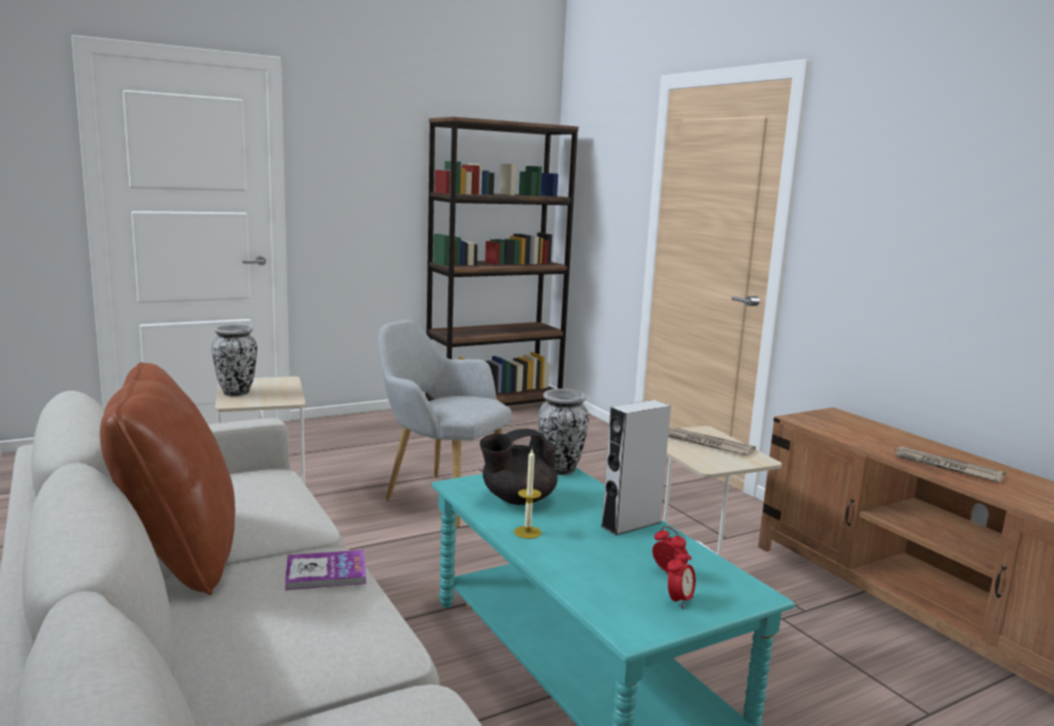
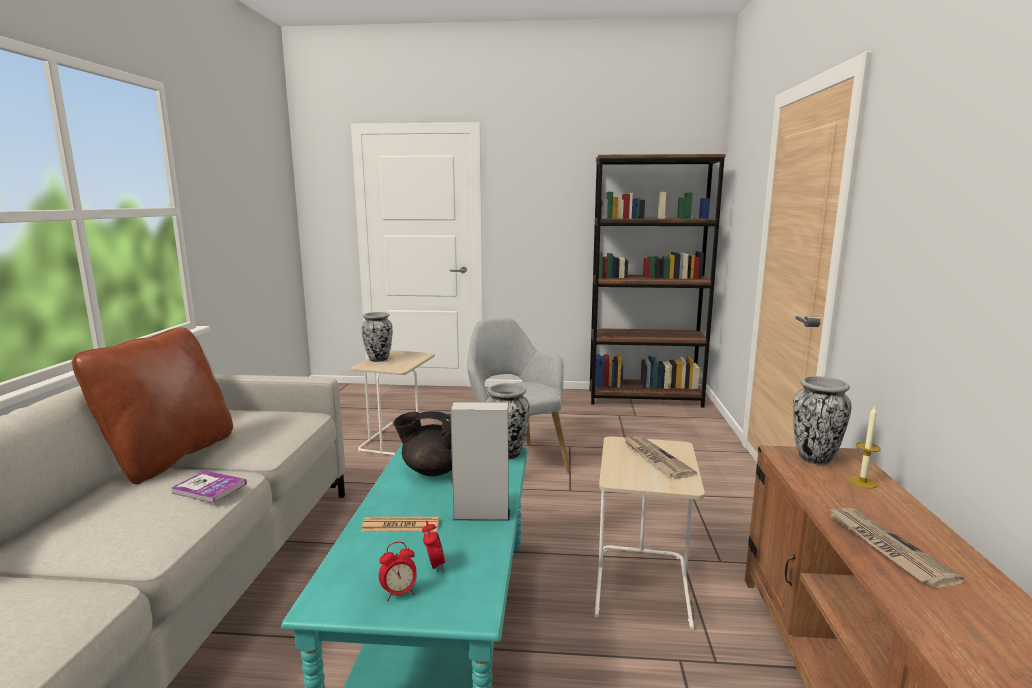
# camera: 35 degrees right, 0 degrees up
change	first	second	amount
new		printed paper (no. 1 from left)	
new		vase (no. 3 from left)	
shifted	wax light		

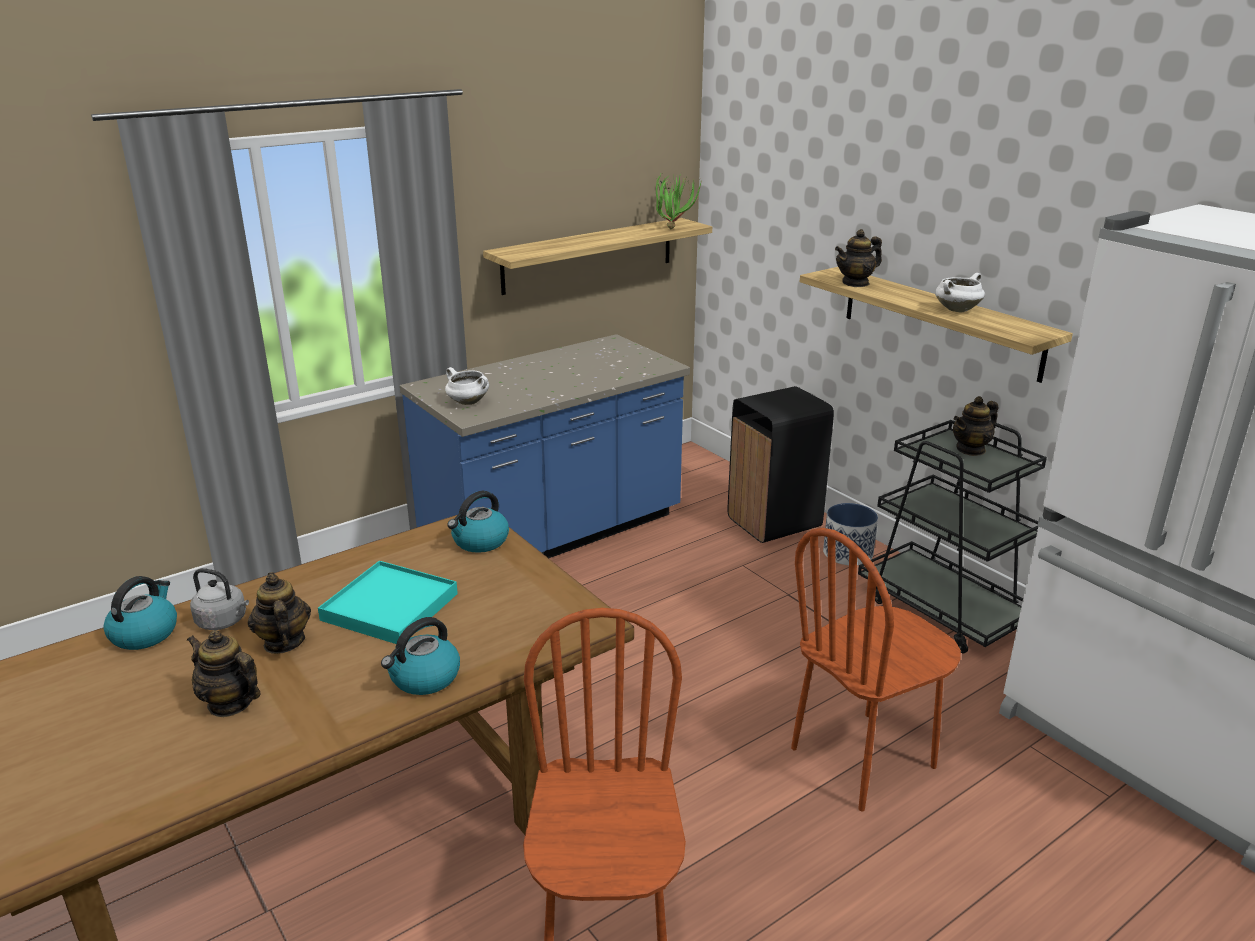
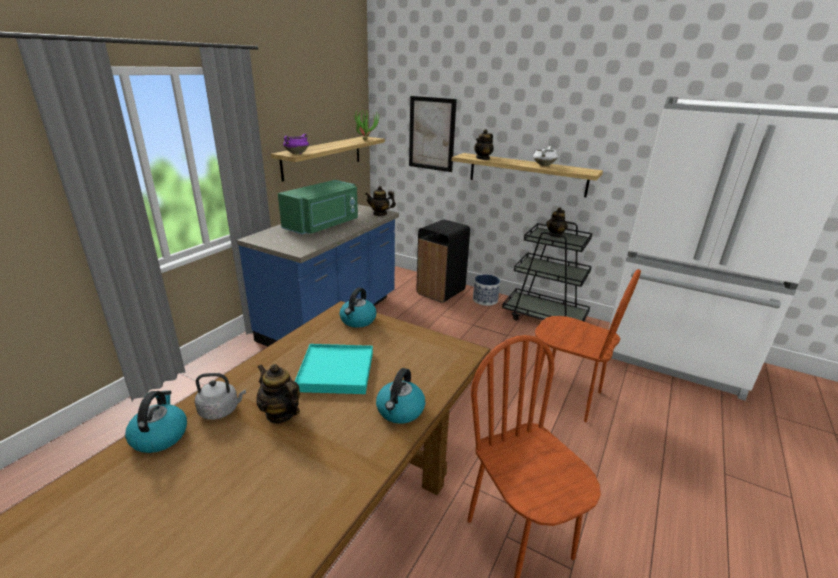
# camera: 25 degrees left, 0 degrees up
change	first	second	amount
new		microwave (greenish)	
new		stockpot (purple-coloured)	
shifted	tea pot (no. 1 from left in the first image)	tea pot (no. 2 from left)	
new		picture	
rotated	plain chair (brownish) (no. 2 from left)		90 degrees counterclockwise
gone	stockpot (white) (no. 1 from left)		

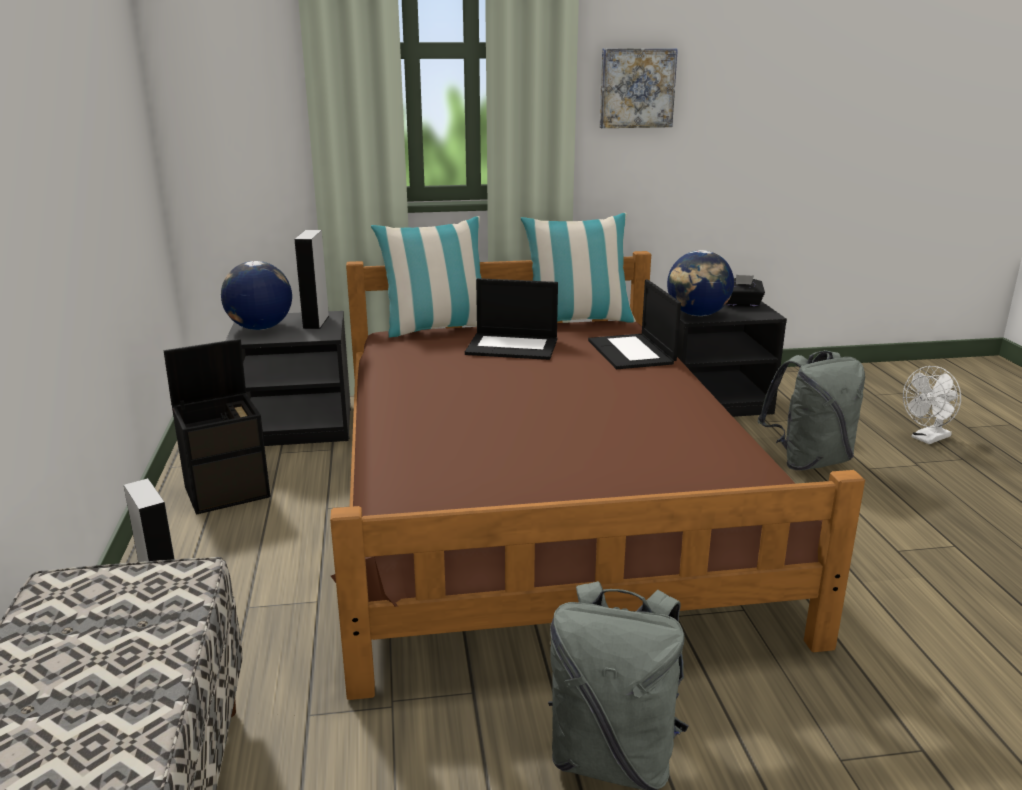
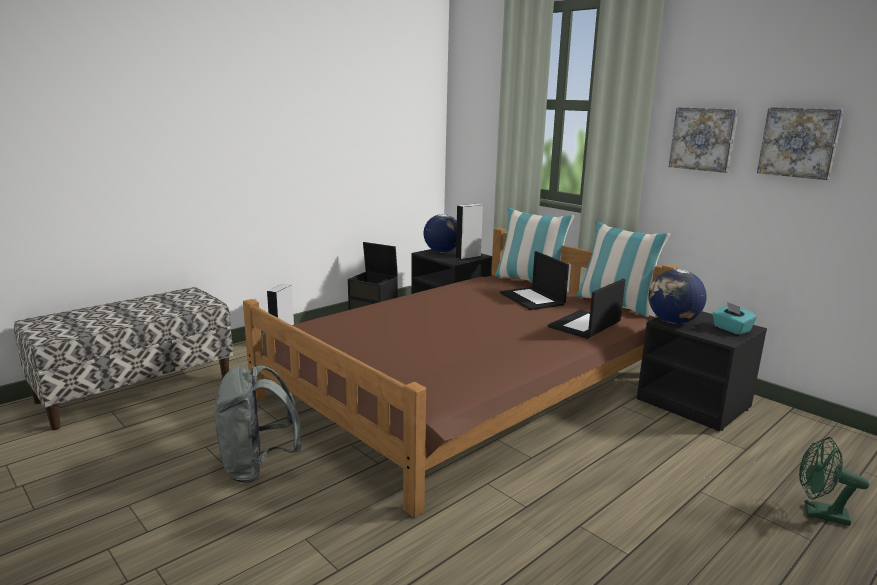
# camera: 55 degrees right, 5 degrees down
change	first	second	amount
repainted	tissue box (blackish)	tissue box (turquoise-coloured)	
new		picture (no. 2 from left)	
repainted	fan (white)	fan (greenish)	
gone	rucksack (gray) (no. 2 from left)		

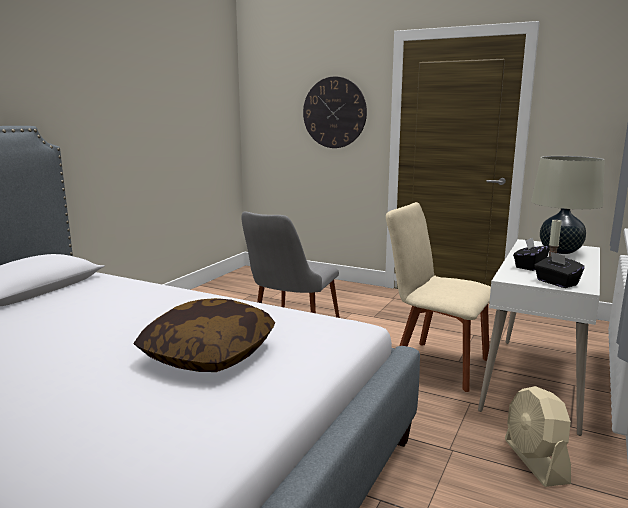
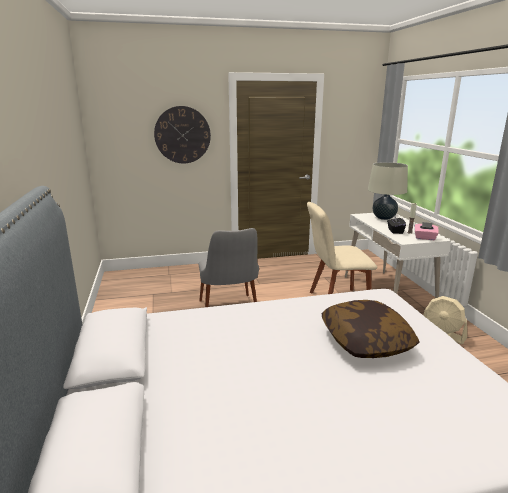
# camera: 40 degrees left, 5 degrees up
change	first	second	amount
repainted	tissue box (blackish) (no. 2 from left)	tissue box (pinkish)	

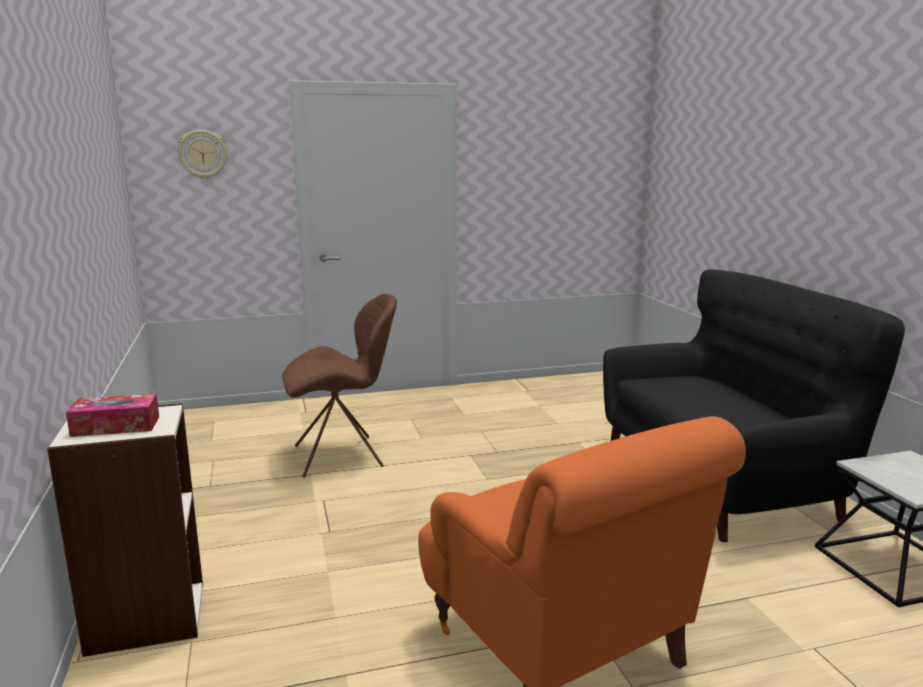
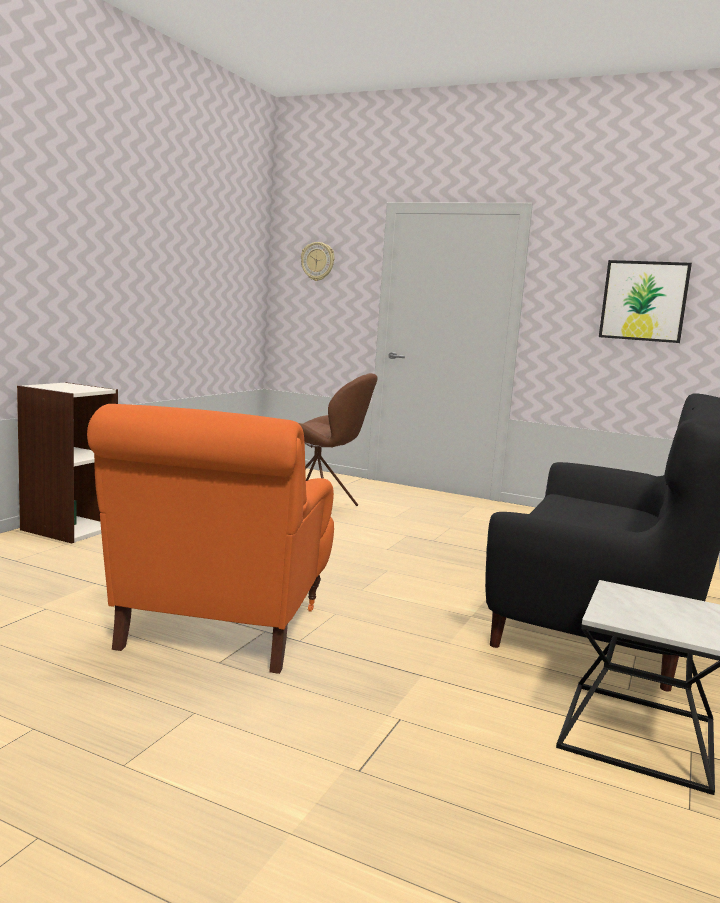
# camera: 40 degrees right, 5 degrees down
change	first	second	amount
new		picture	
gone	tissue box		

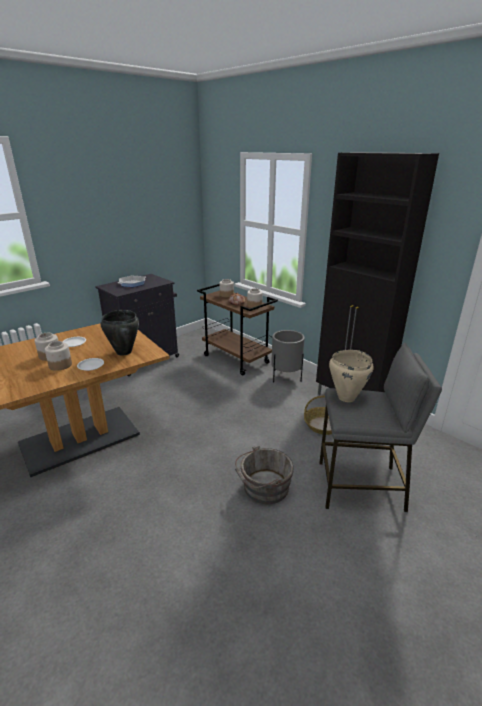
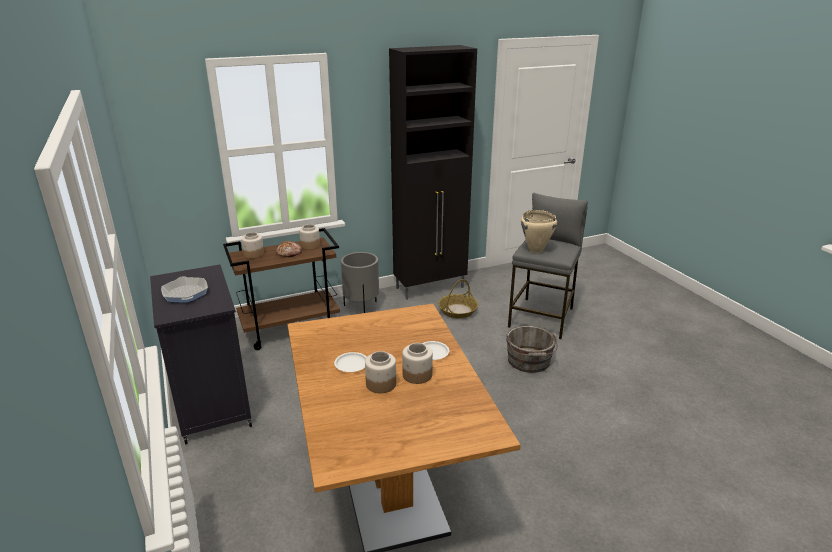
# camera: 70 degrees left, 0 degrees up
change	first	second	amount
gone	stockpot (blackish)		

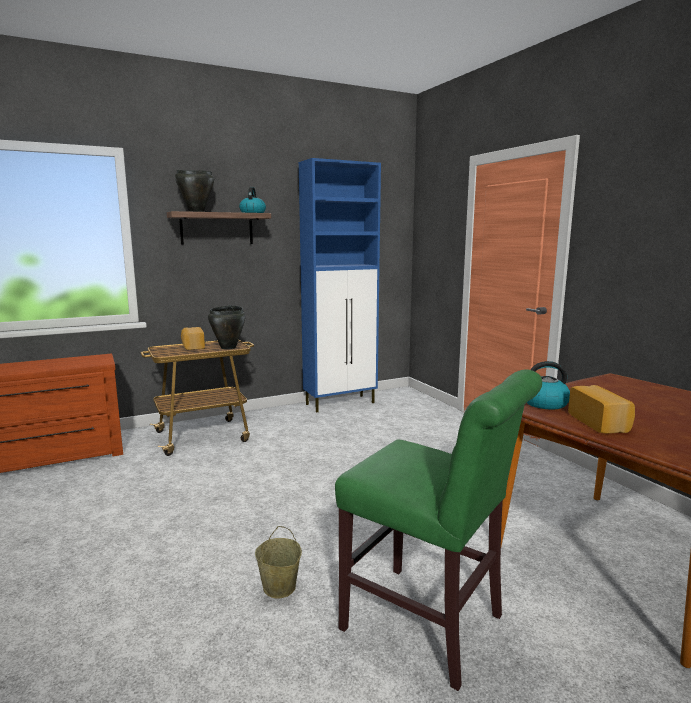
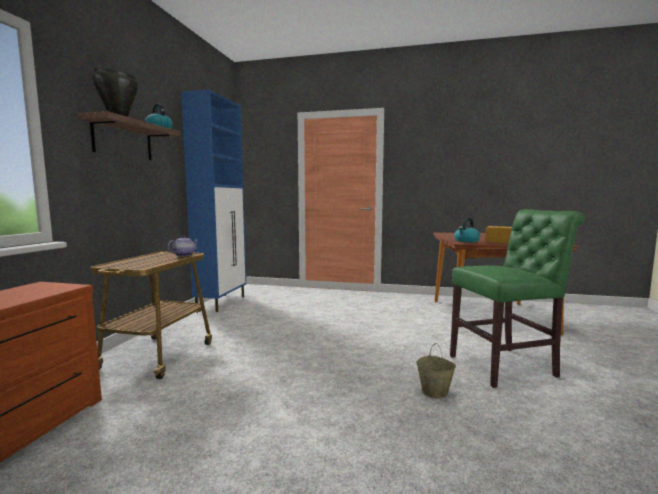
# camera: 50 degrees left, 5 degrees down
change	first	second	amount
swapped	stockpot (blackish) (no. 2 from left)	tea pot	
gone	bread (no. 1 from left)		

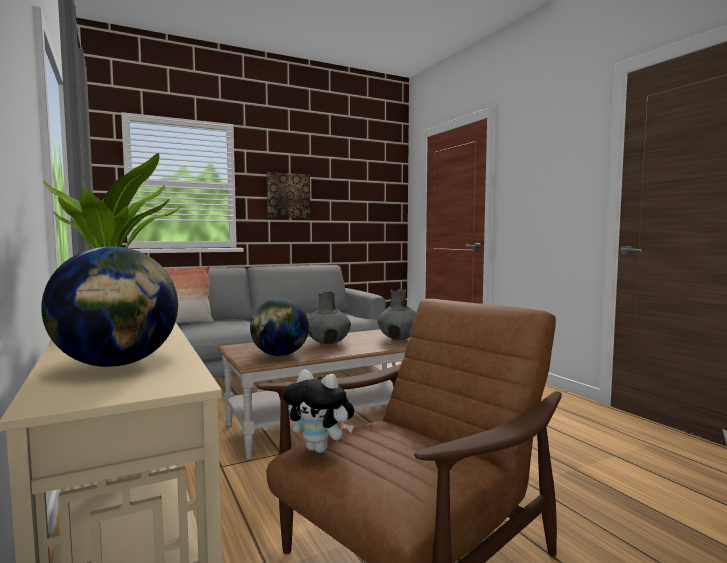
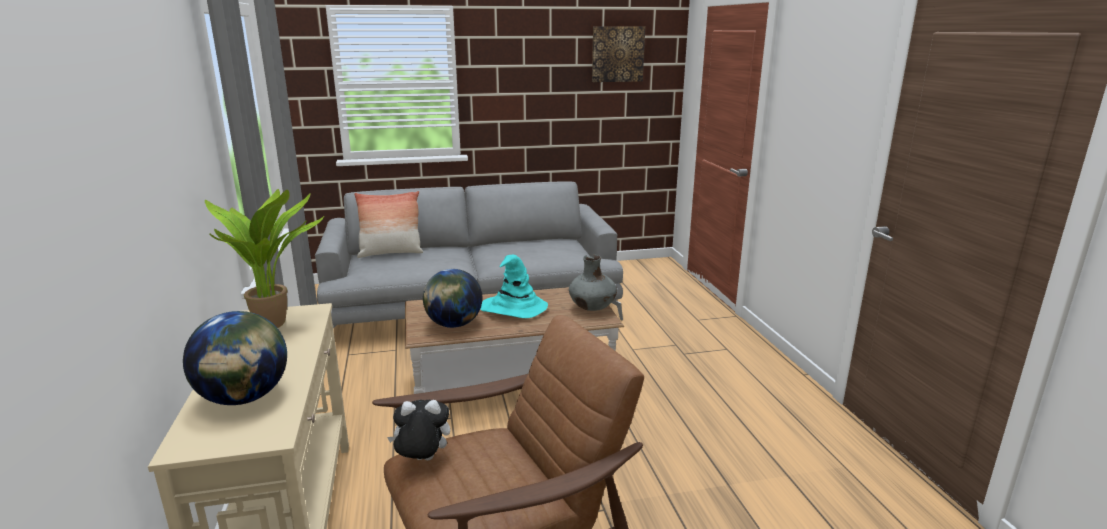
# camera: 15 degrees right, 15 degrees up
change	first	second	amount
rotated	plush toy		135 degrees clockwise
swapped	vase (gray) (no. 1 from left)	wearable hat (turquoise-coloured)	
shifted	picture		

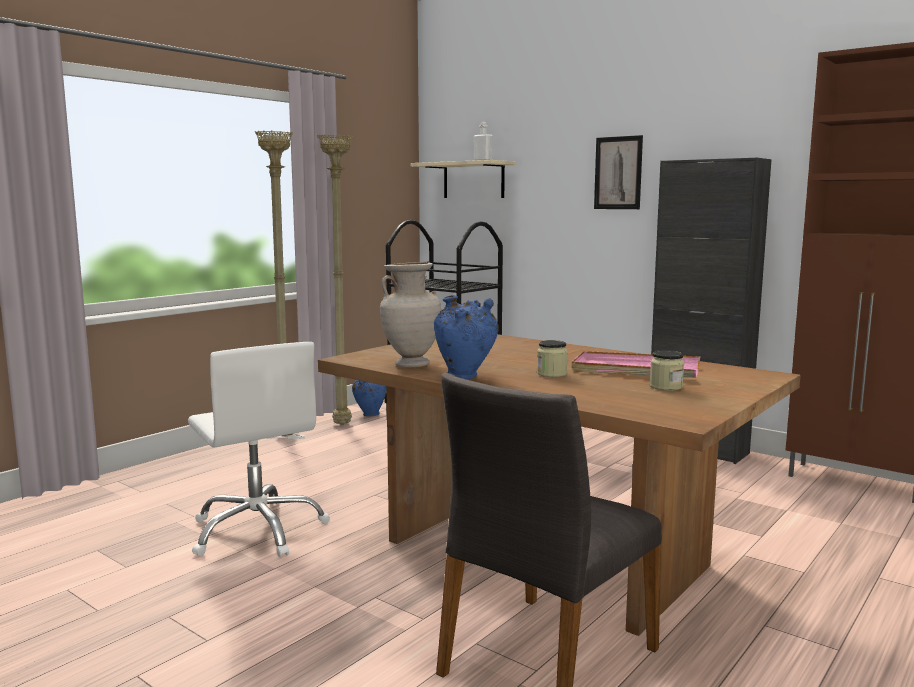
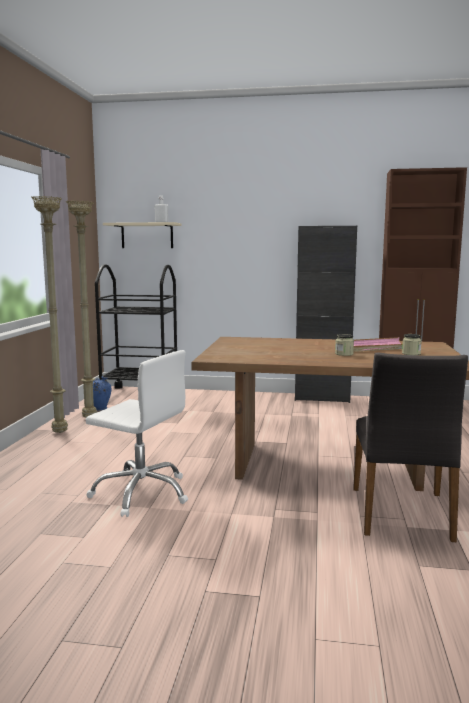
# camera: 30 degrees left, 0 degrees up
change	first	second	amount
gone	vase (beige)		
gone	vase (bluish) (no. 2 from left)		
gone	picture		

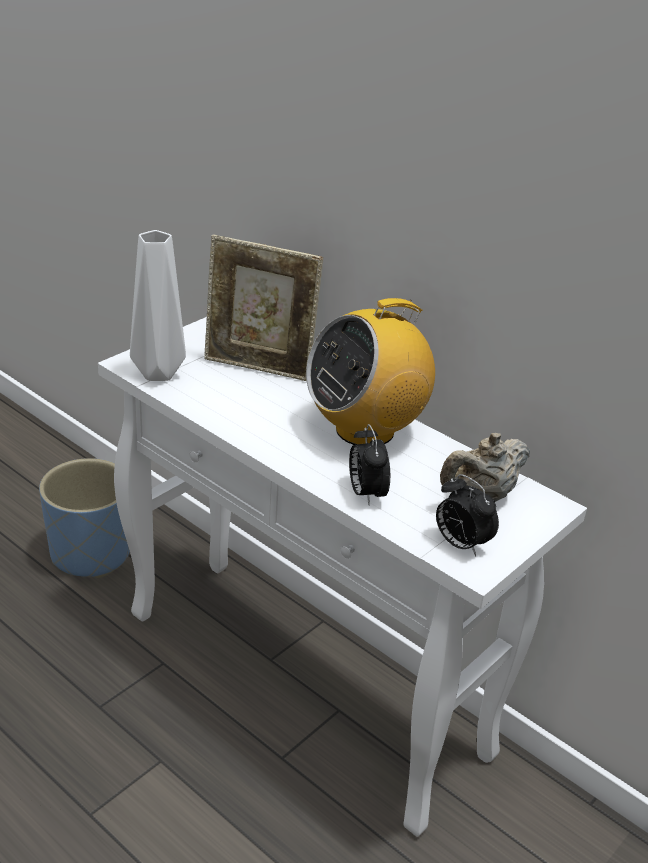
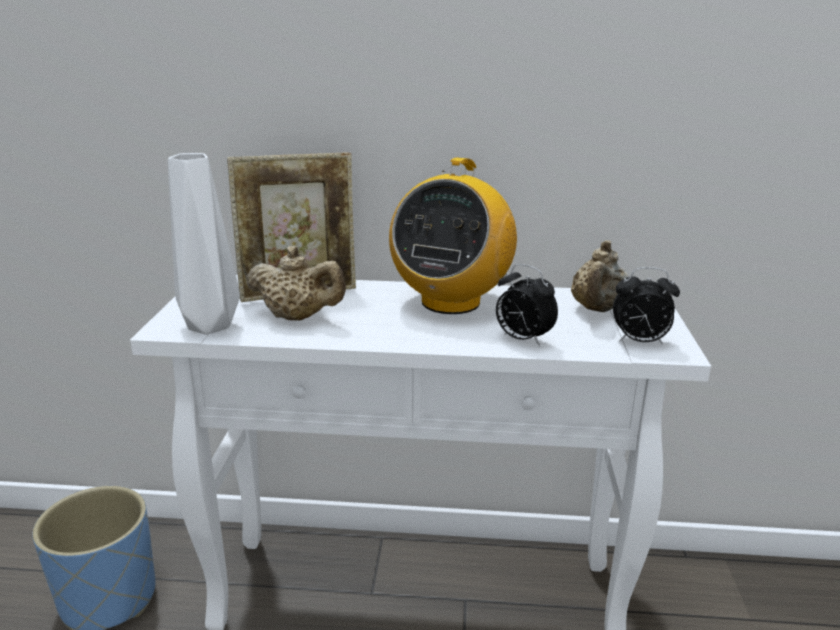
# camera: 35 degrees left, 10 degrees down
change	first	second	amount
new		tea pot (beige) (no. 1 from left)	

